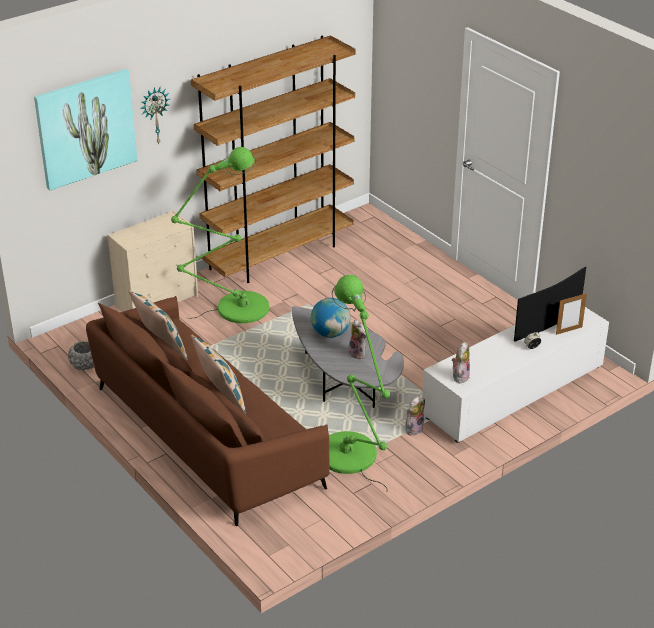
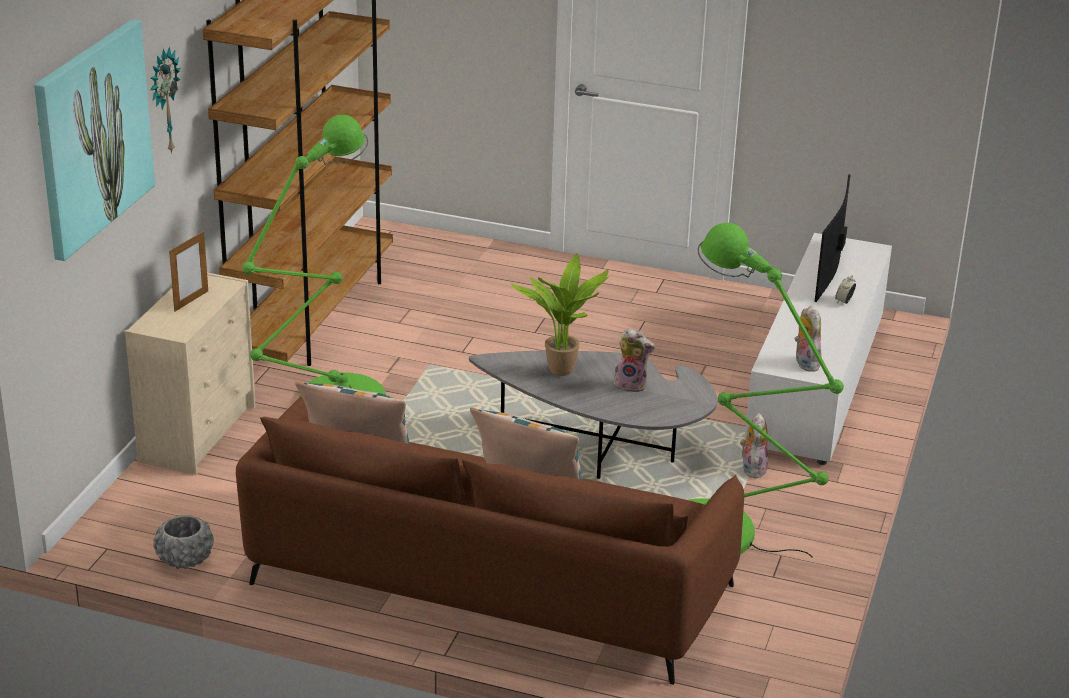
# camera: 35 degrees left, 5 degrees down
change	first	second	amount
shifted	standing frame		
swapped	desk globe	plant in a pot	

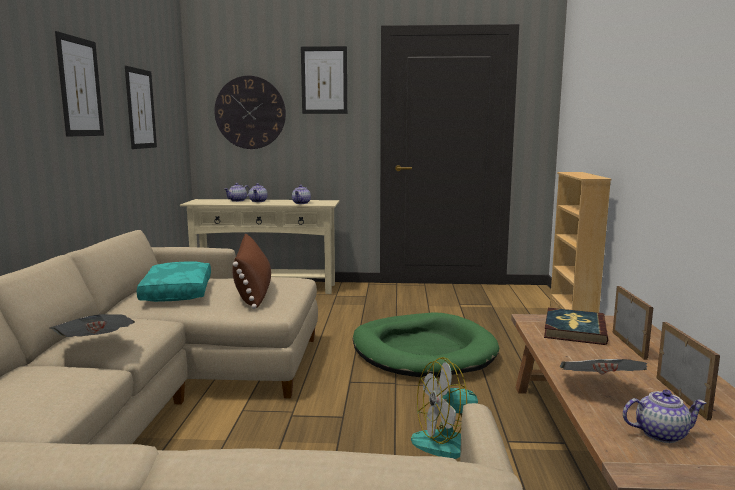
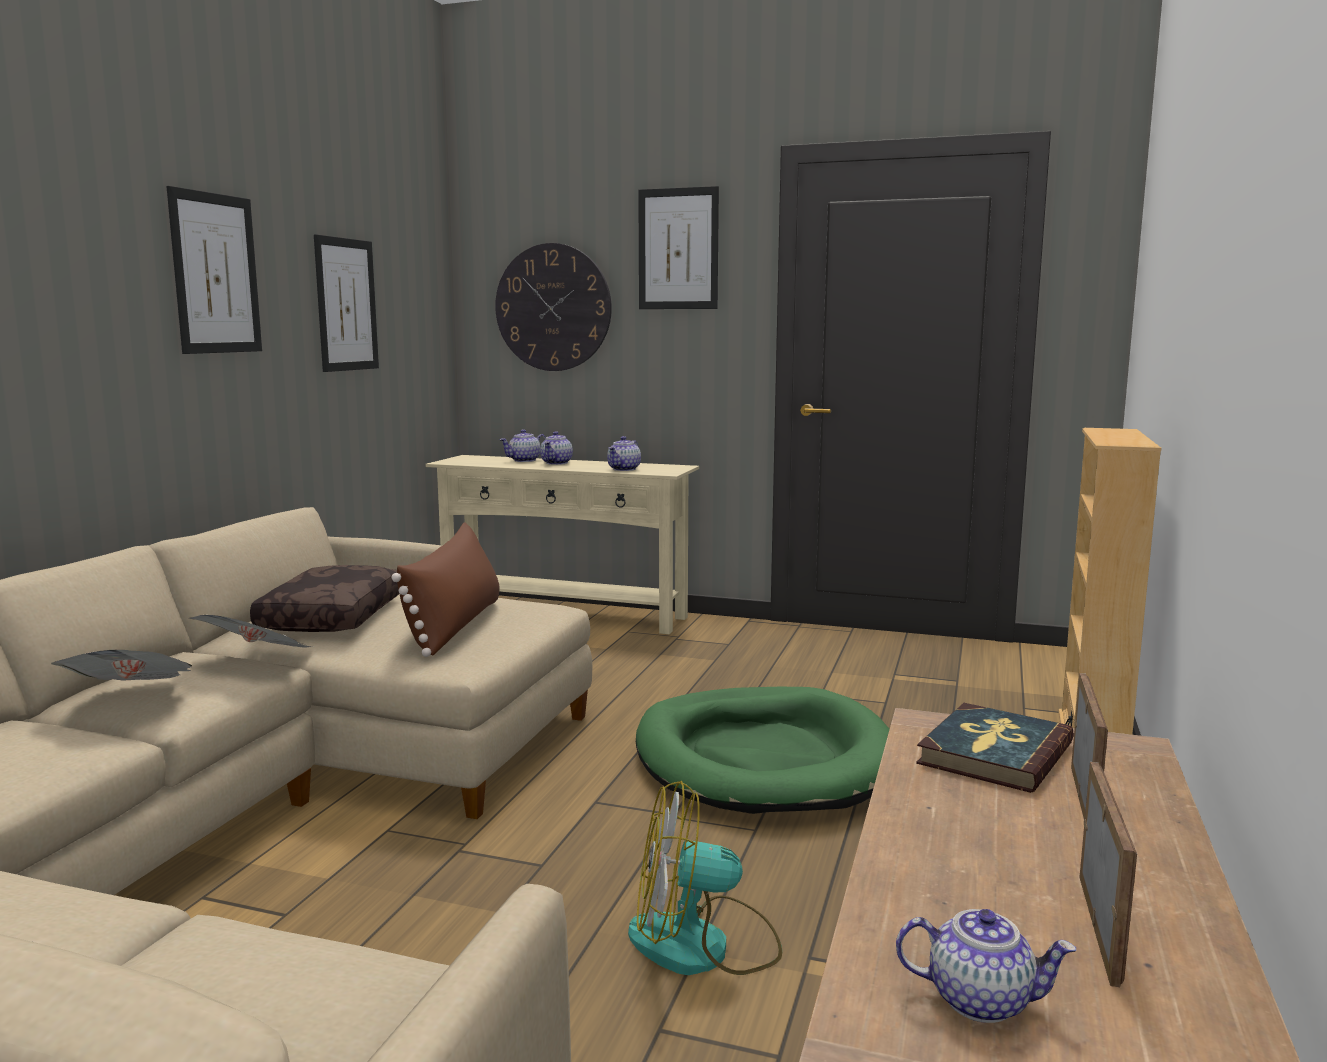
# camera: 15 degrees right, 0 degrees up
change	first	second	amount
shifted	printed paper (no. 2 from left)		
repainted	throw pillow (turquoise-coloured)	throw pillow (brownish) (no. 1 from left)	

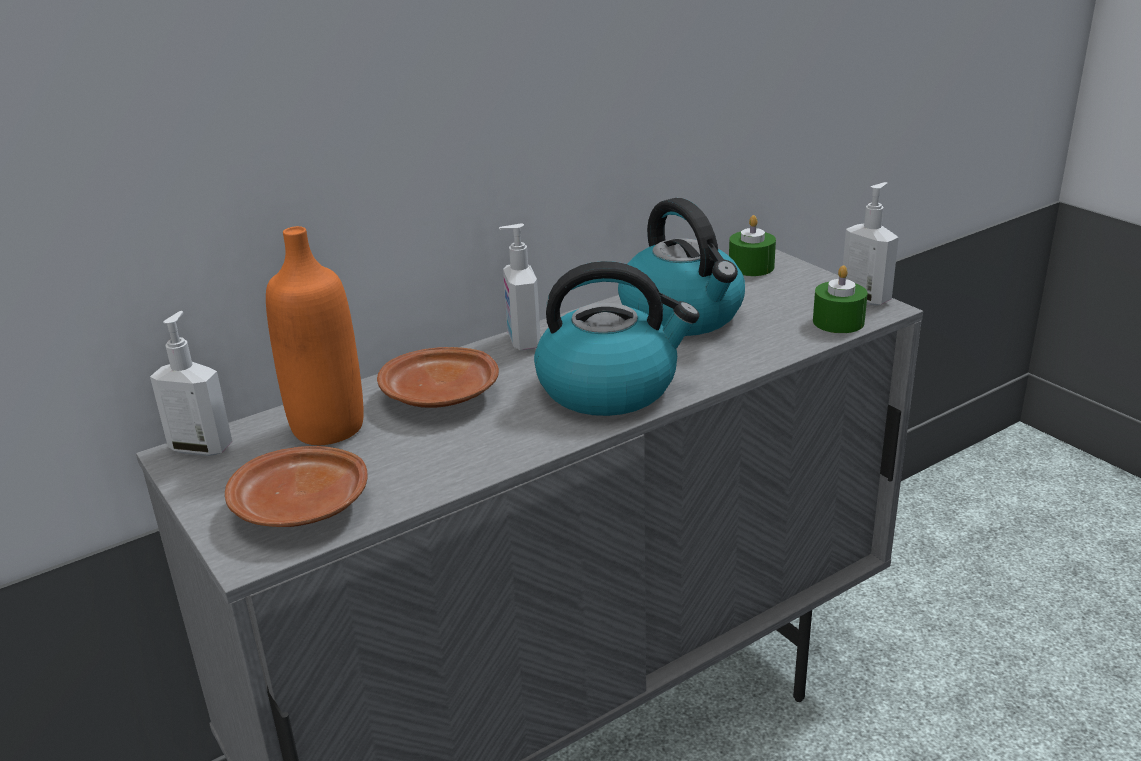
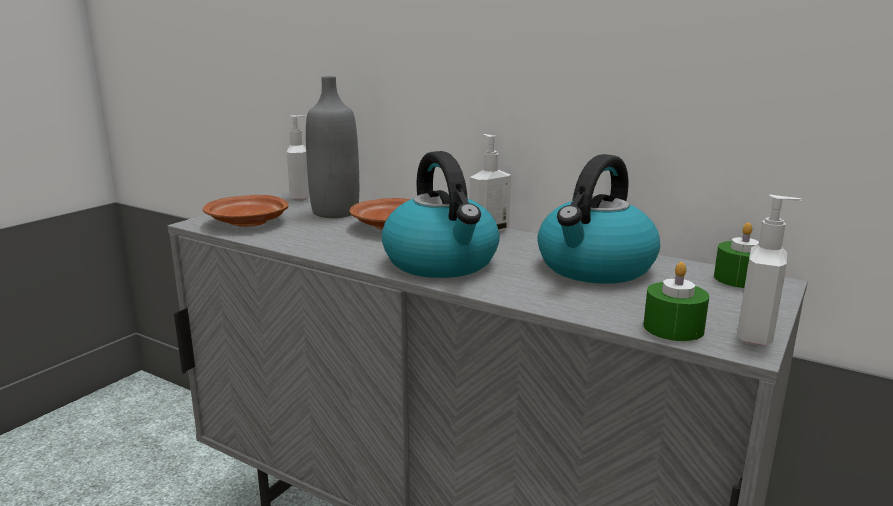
# camera: 65 degrees right, 10 degrees down
change	first	second	amount
repainted	bottle (orangey)	bottle (gray)	

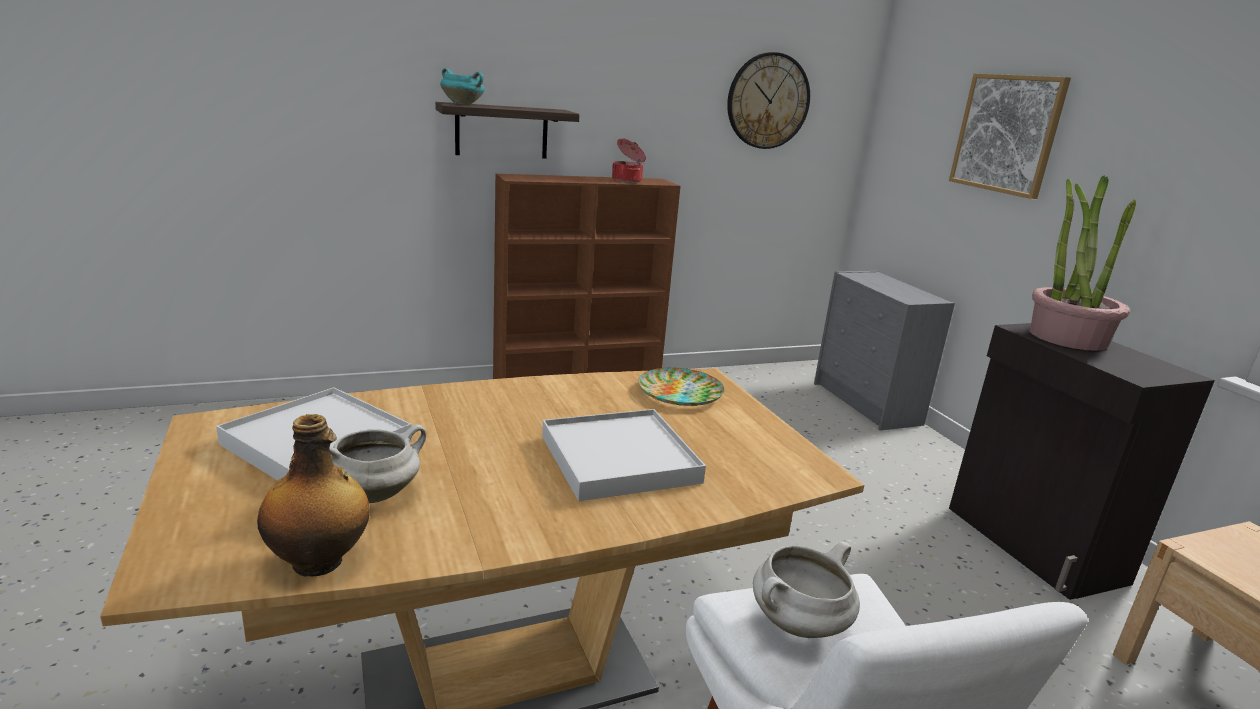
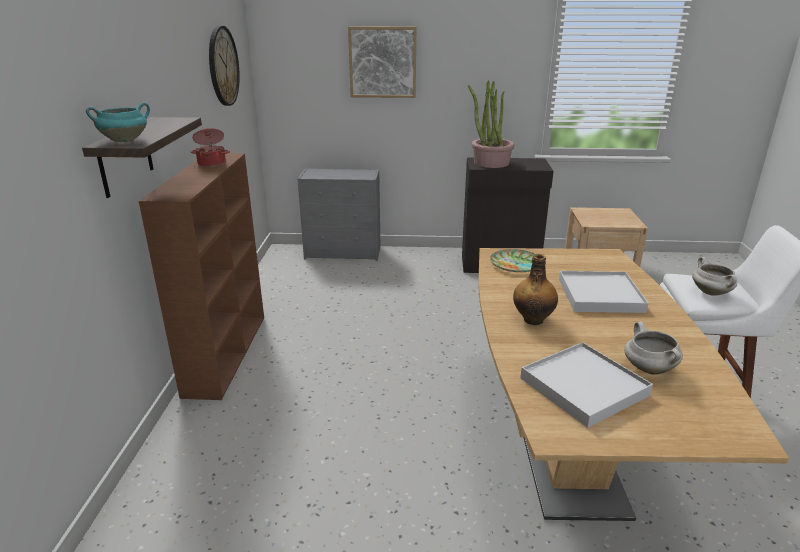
# camera: 65 degrees left, 5 degrees up
change	first	second	amount
shifted	bottle		

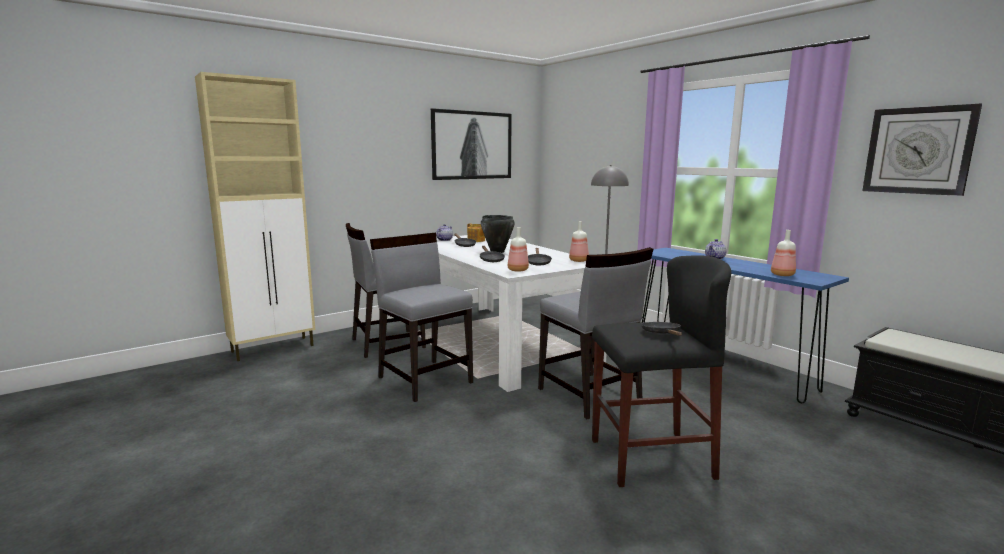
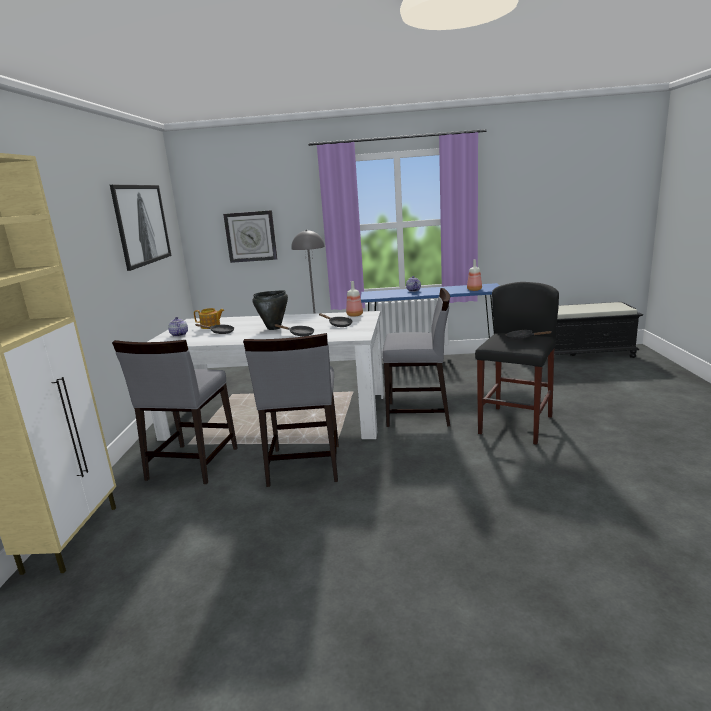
# camera: 50 degrees left, 5 degrees up
change	first	second	amount
shifted	clock on the wall		
rotated	plain chair (gray) (no. 2 from left)		90 degrees counterclockwise
gone	bottle (no. 1 from left)		

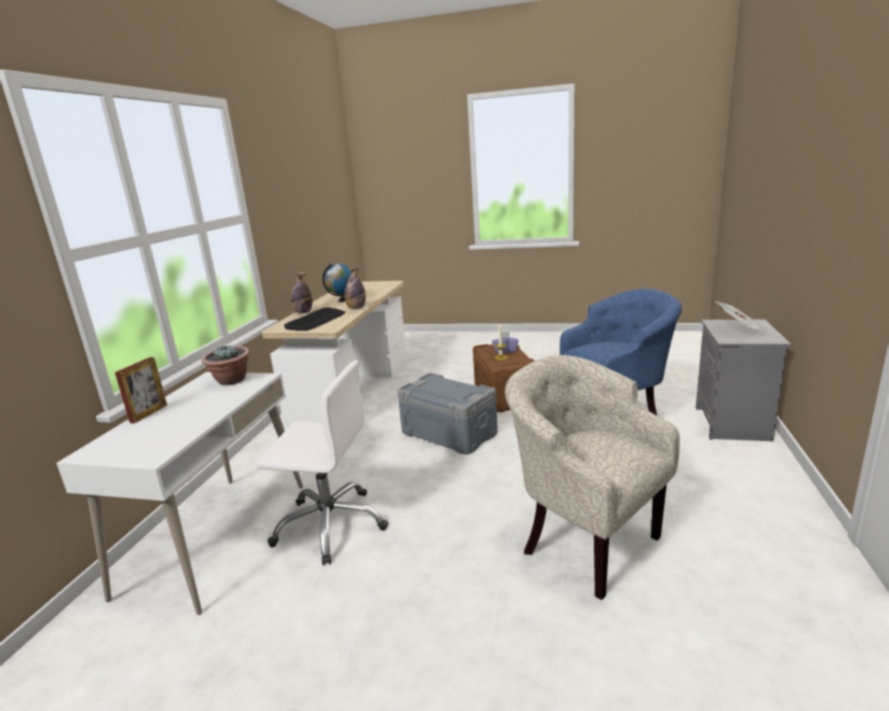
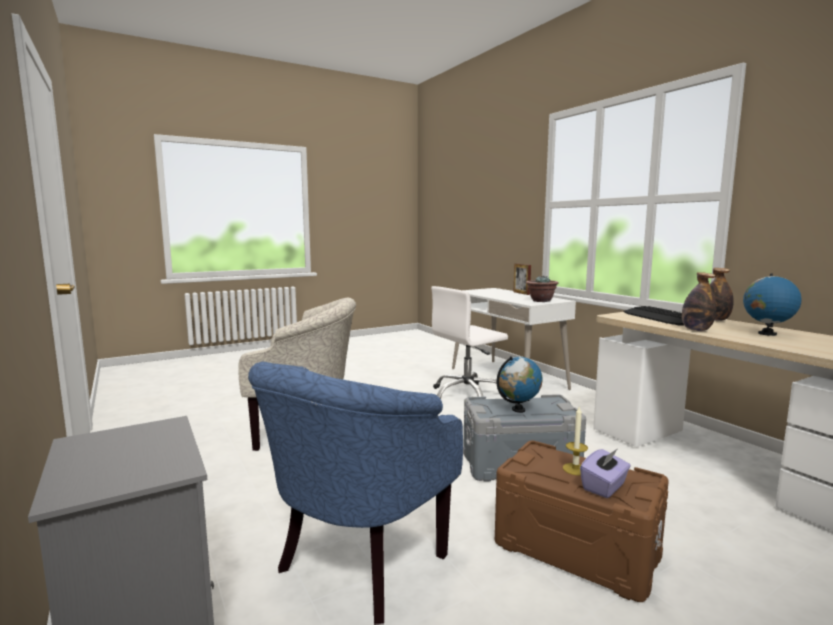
# camera: 135 degrees right, 10 degrees down
change	first	second	amount
new		desk globe (no. 1 from left)	
gone	printed paper		

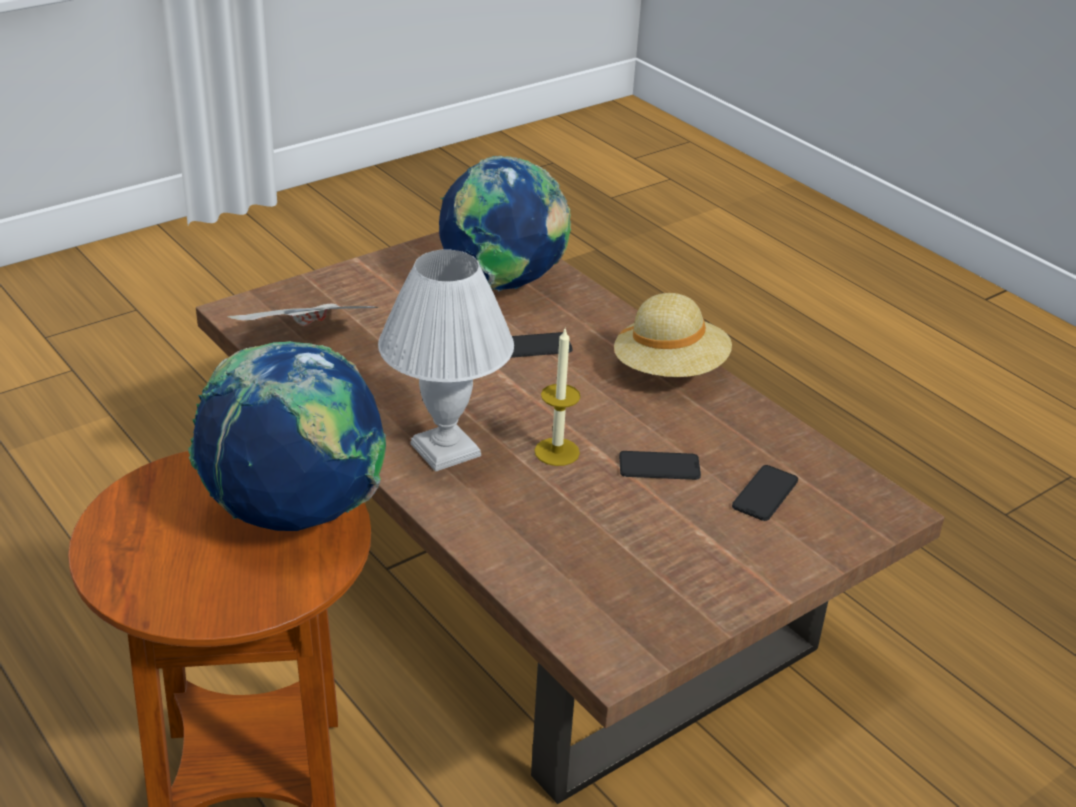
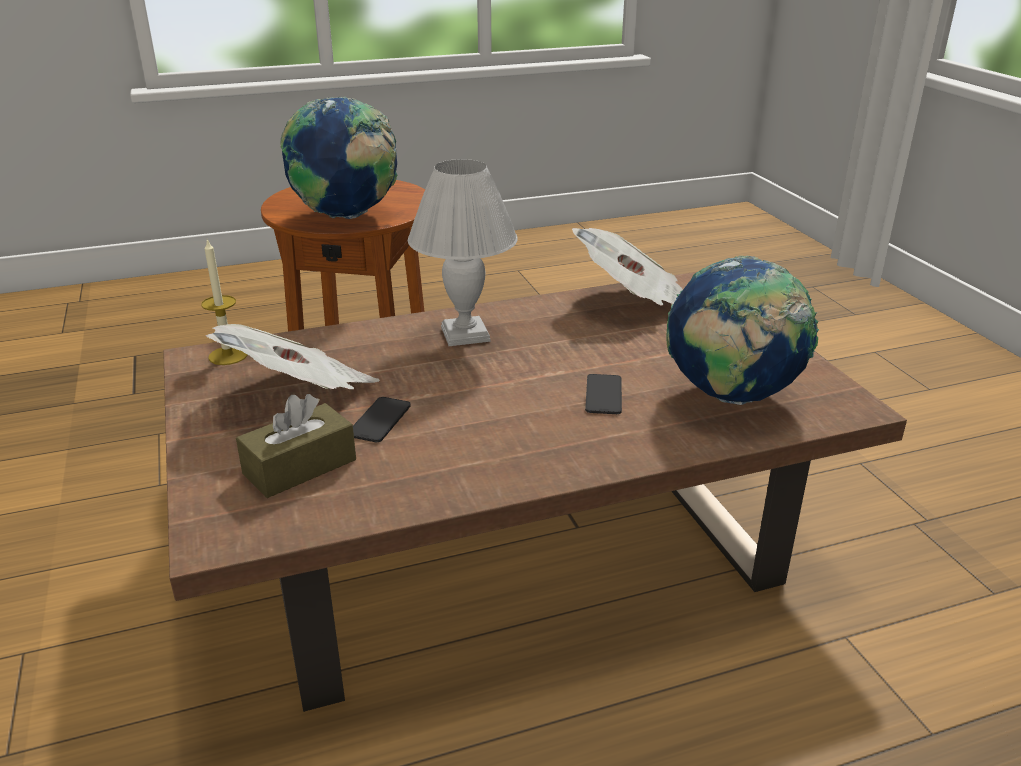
# camera: 110 degrees right, 5 degrees down
change	first	second	amount
shifted	wax light		
new		printed paper (no. 1 from left)	
swapped	telephone (no. 3 from left)	tissue box (brownish)	
gone	wearable hat (beige)		

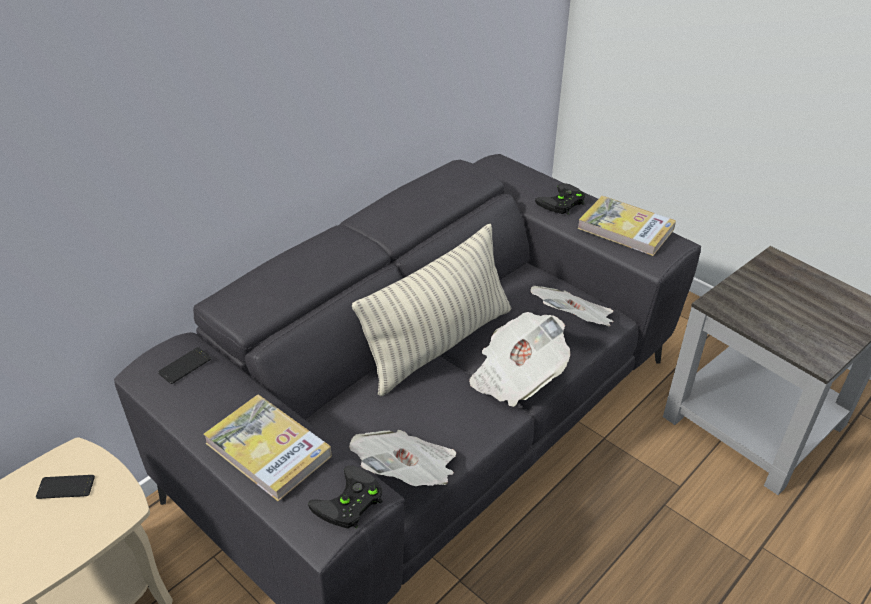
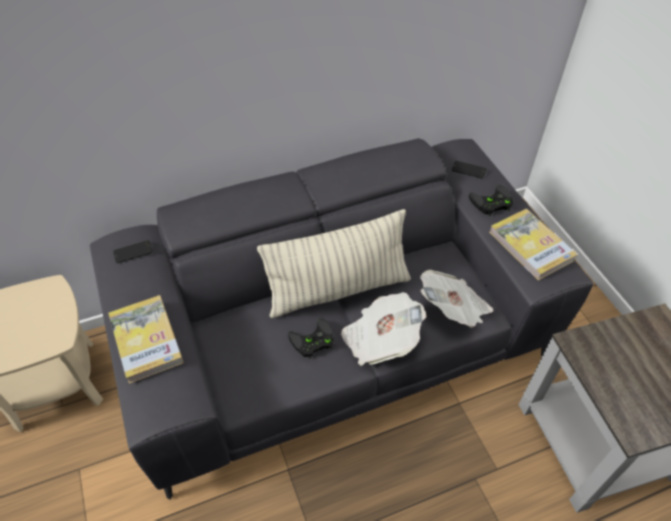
# camera: 25 degrees right, 10 degrees up
change	first	second	amount
shifted	game controller (blackish) (no. 1 from left)		
shifted	telephone (no. 1 from left in the first image)	telephone (no. 2 from left)	
gone	printed paper (no. 1 from left)		

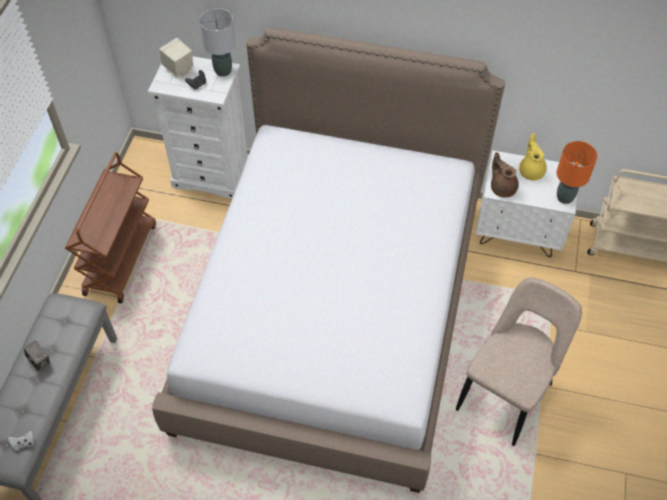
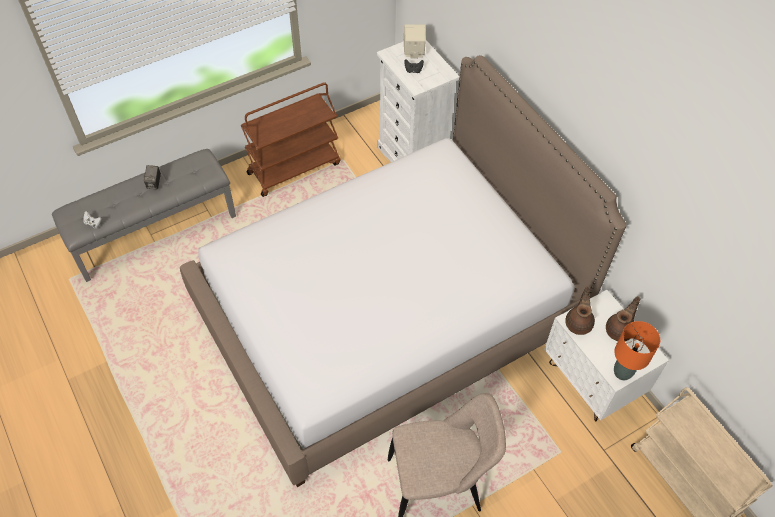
# camera: 45 degrees right, 0 degrees up
change	first	second	amount
repainted	tea pot (yellowish)	tea pot (brownish) (no. 2 from left)	
gone	lamp for a table (gray)		

